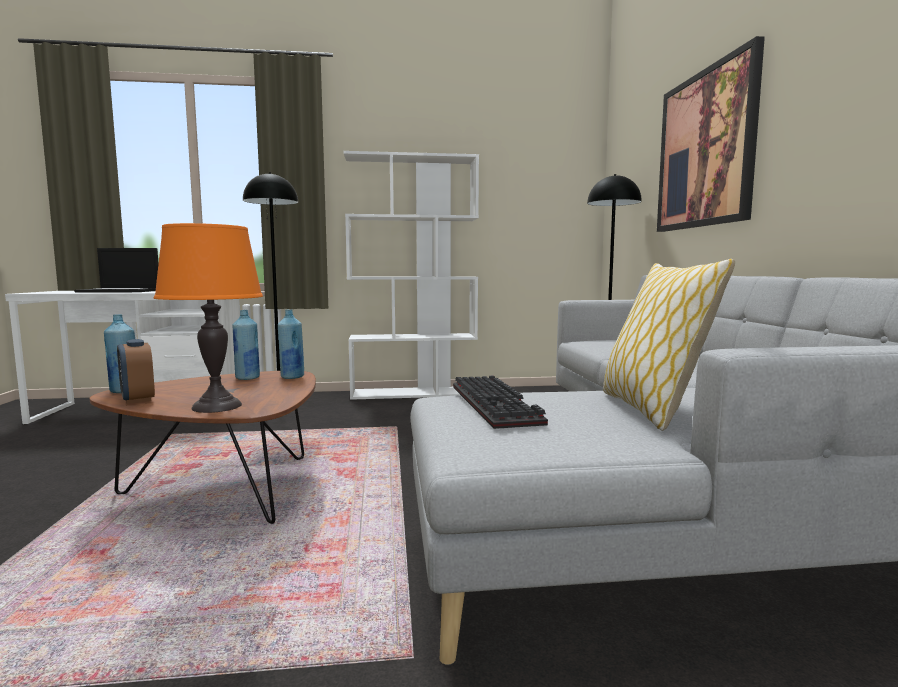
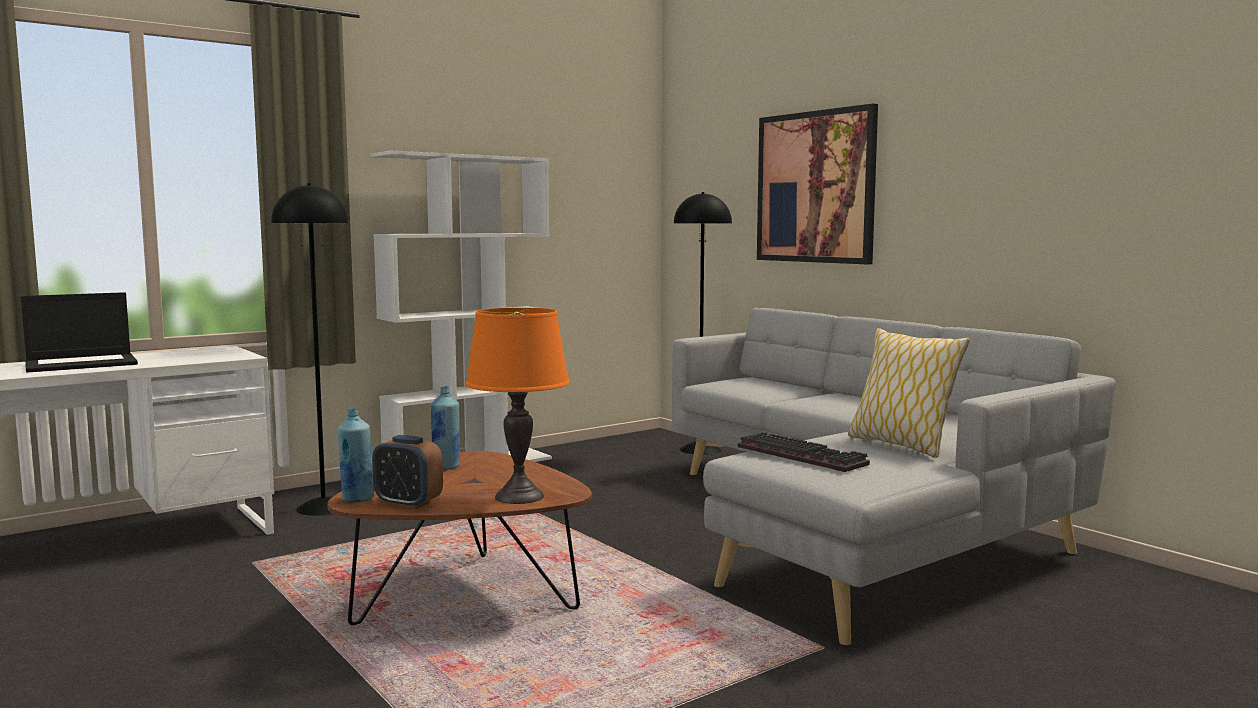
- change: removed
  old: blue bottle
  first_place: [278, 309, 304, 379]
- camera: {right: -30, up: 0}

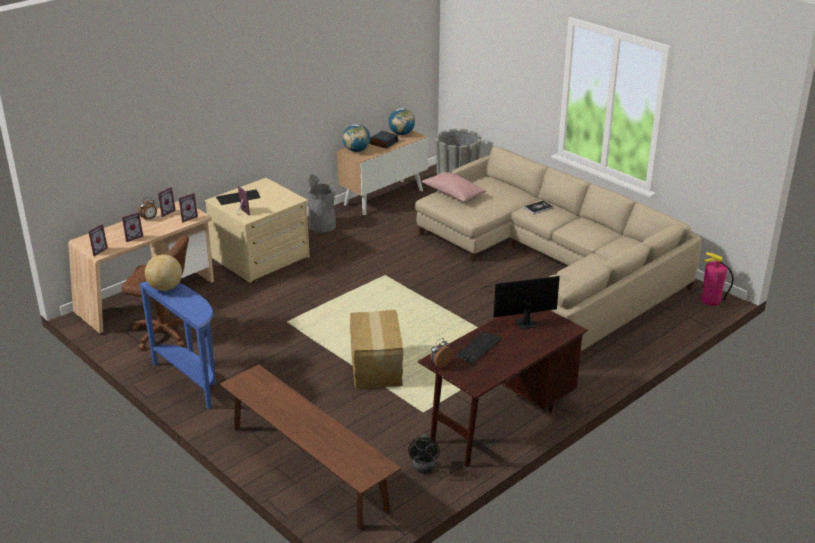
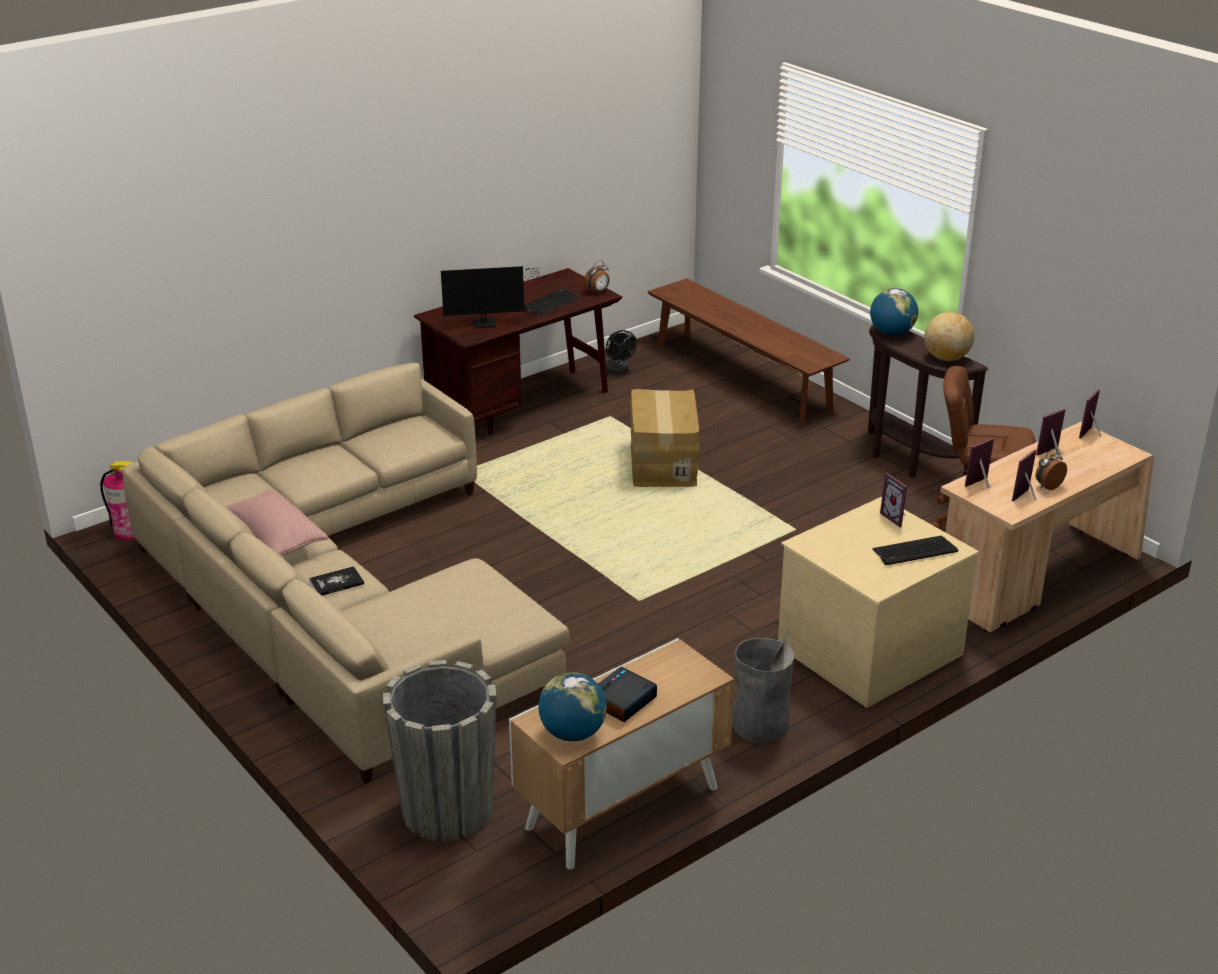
- change: moved
  old: globe
  first_place: [343, 124, 370, 152]
  second_place: [870, 288, 918, 336]
- change: moved
  old: pink pillow
  first_place: [422, 171, 487, 202]
  second_place: [225, 489, 329, 556]
- change: recoloured
  old: blue console table
  new: brown console table
  first_place: [139, 281, 216, 409]
  second_place: [868, 325, 988, 478]
- change: turned
  old: black fan
  first_place: [408, 434, 440, 473]
  second_place: [606, 330, 637, 375]
  degrees: 150
- camera: {right: -175, up: 0}

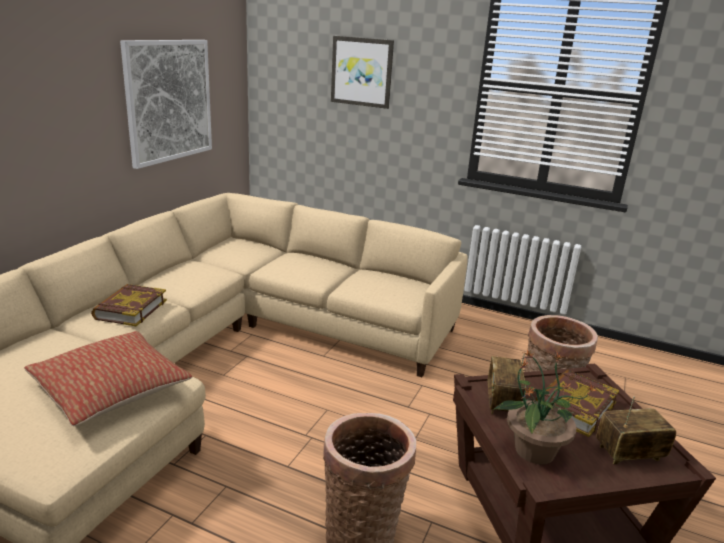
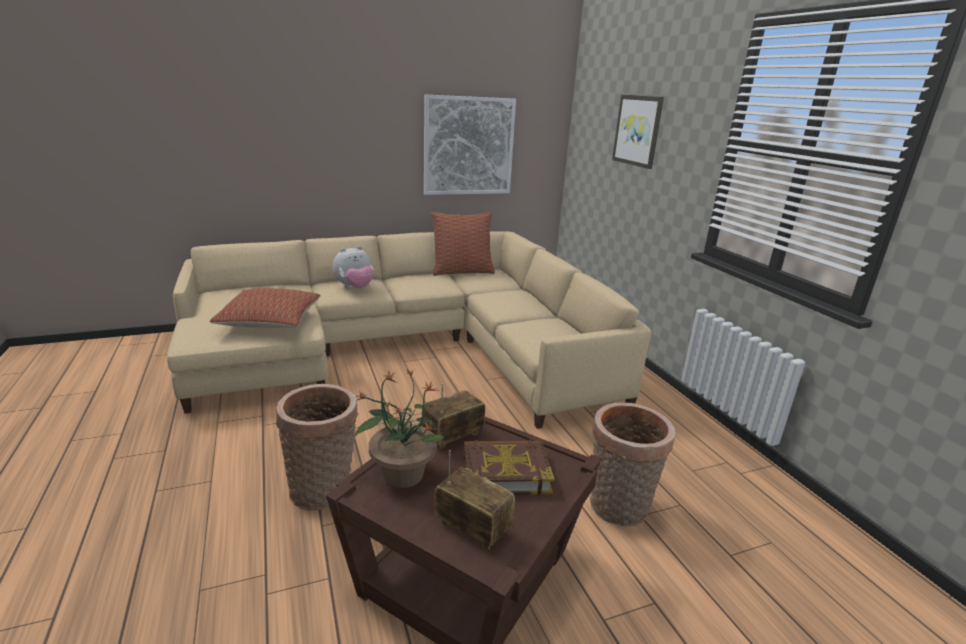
- change: added
  new: pillow
  second_place: [431, 212, 495, 276]
- change: replaced
  old: book
  new: plush toy
  first_place: [91, 284, 167, 326]
  second_place: [333, 246, 374, 288]
- camera: {right: 45, up: 0}

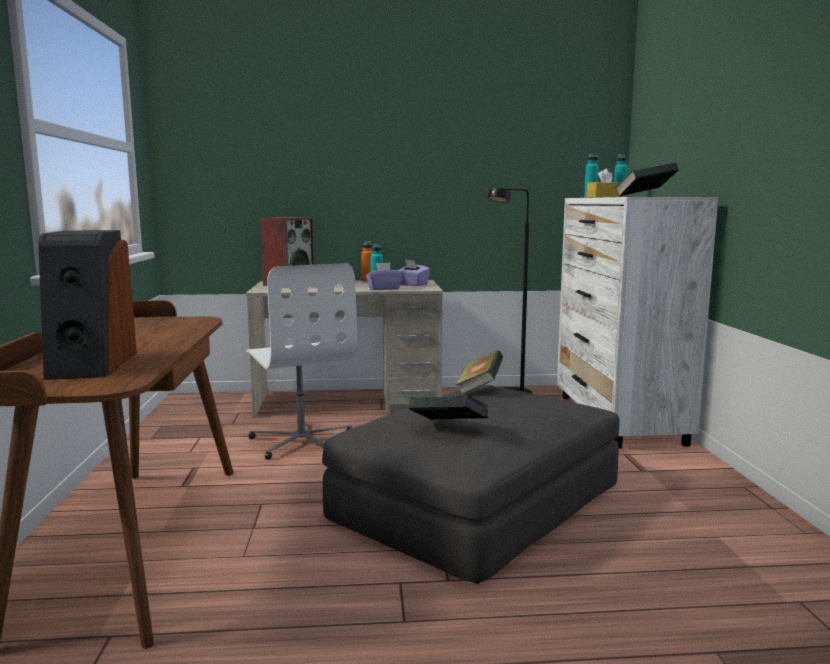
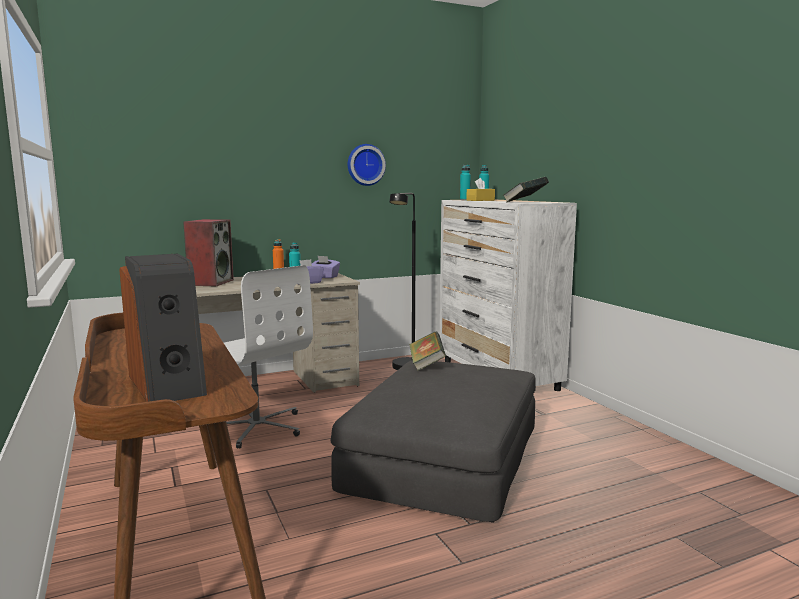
- change: removed
  old: book
  first_place: [409, 396, 489, 420]
- change: added
  new: wall clock
  second_place: [348, 144, 386, 186]
- camera: {right: -20, up: 0}

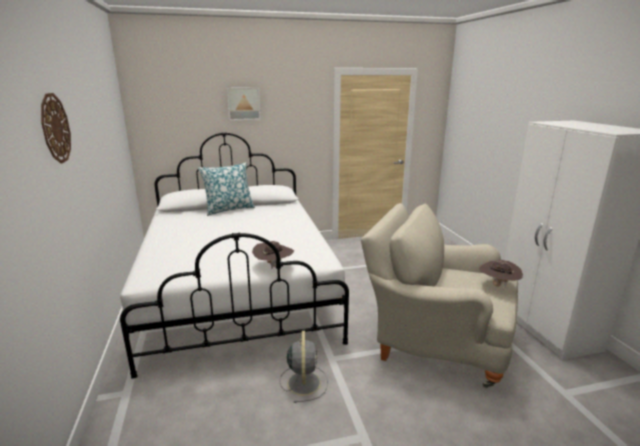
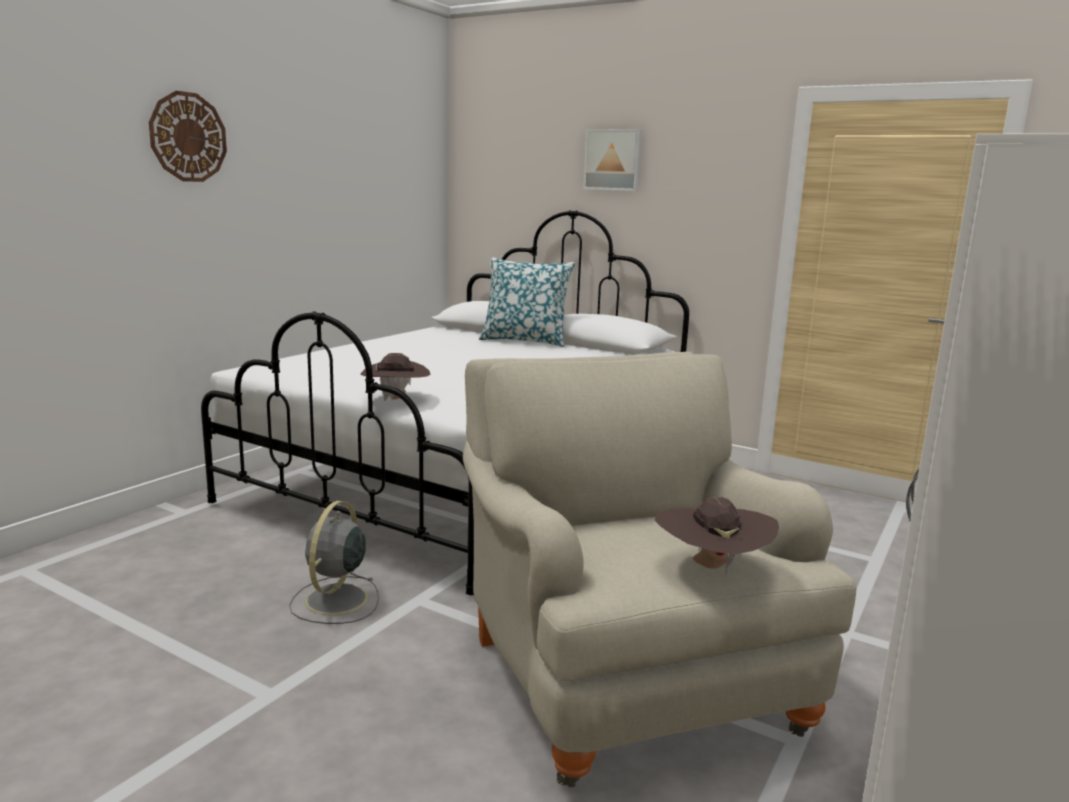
- change: turned
  old: grey fan
  first_place: [280, 331, 328, 403]
  second_place: [289, 501, 379, 624]
  degrees: 150
- camera: {right: 45, up: -5}

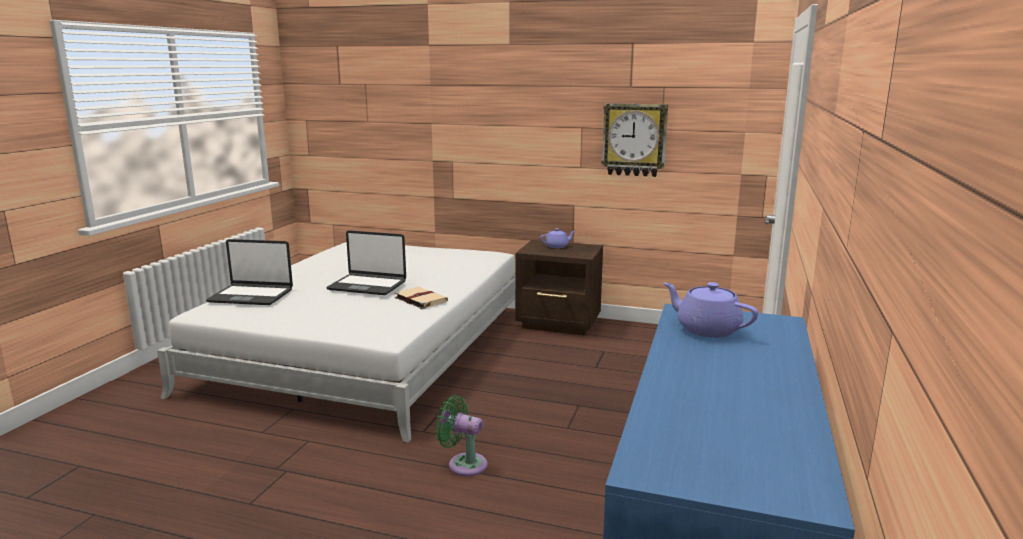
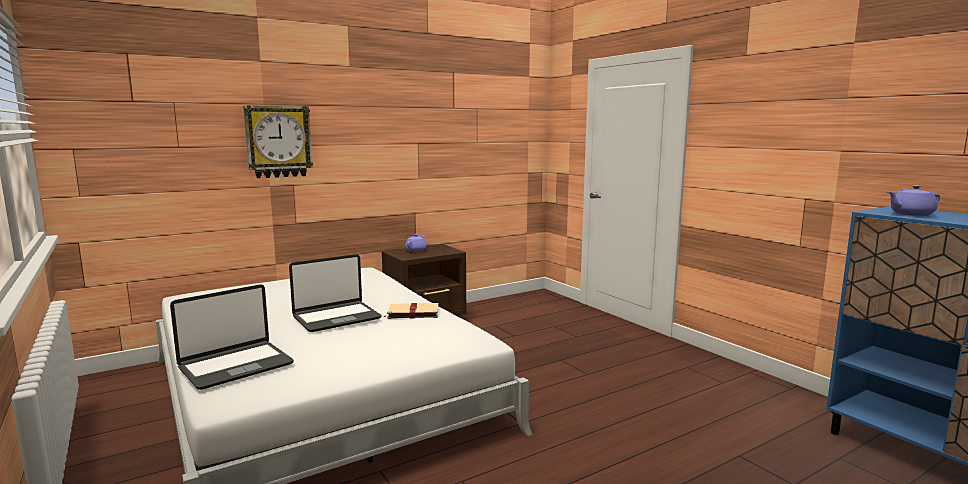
- change: removed
  old: green fan
  first_place: [435, 395, 487, 476]
- change: moved
  old: wall clock
  first_place: [601, 103, 668, 177]
  second_place: [243, 105, 313, 178]
- camera: {right: -50, up: -5}

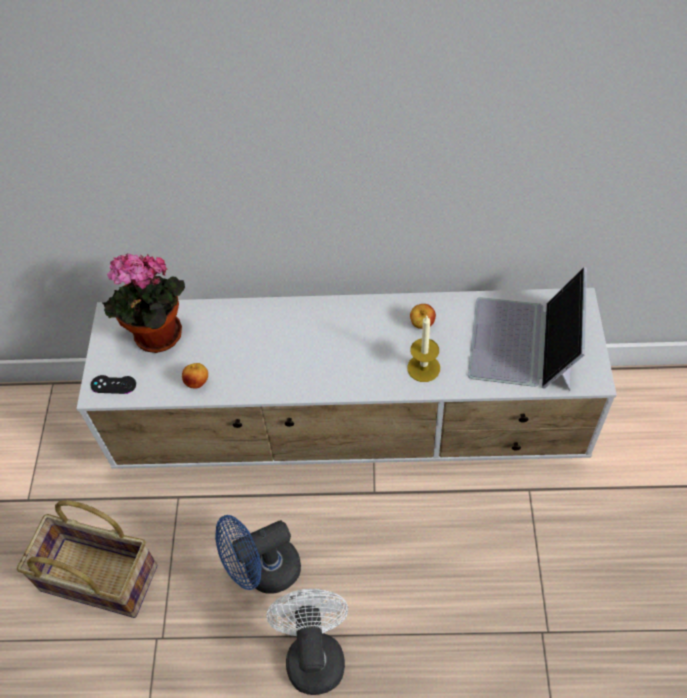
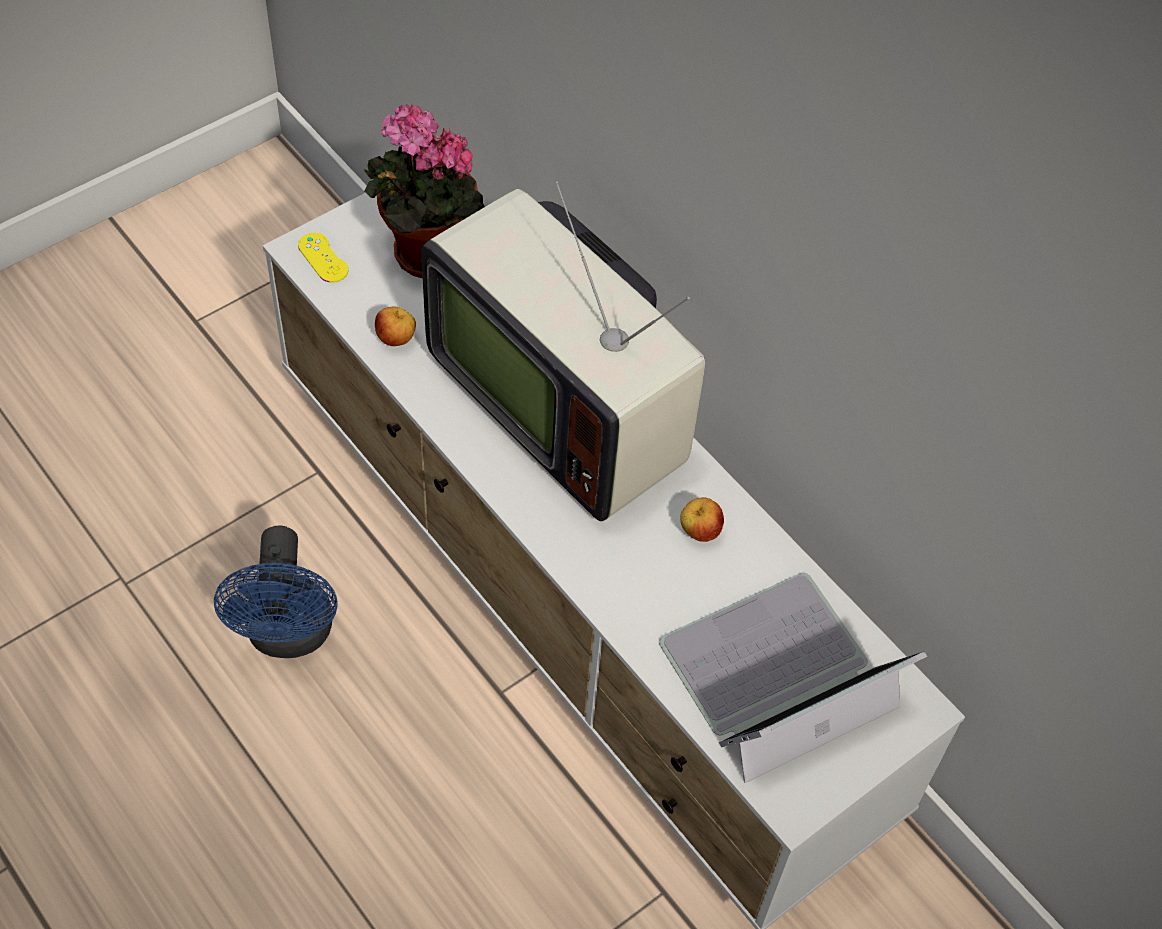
- change: removed
  old: basket
  first_place: [17, 500, 157, 618]
- change: removed
  old: white fan
  first_place: [267, 589, 348, 695]
- change: removed
  old: candle
  first_place: [407, 316, 440, 382]
- change: added
  new: television
  second_place: [422, 181, 705, 521]
- change: recoloured
  old: black game controller
  new: yellow game controller
  first_place: [90, 375, 136, 394]
  second_place: [298, 233, 348, 283]
- change: turned
  old: blue fan
  first_place: [215, 515, 301, 594]
  second_place: [214, 525, 338, 658]
  degrees: -120
- camera: {right: 45, up: 0}

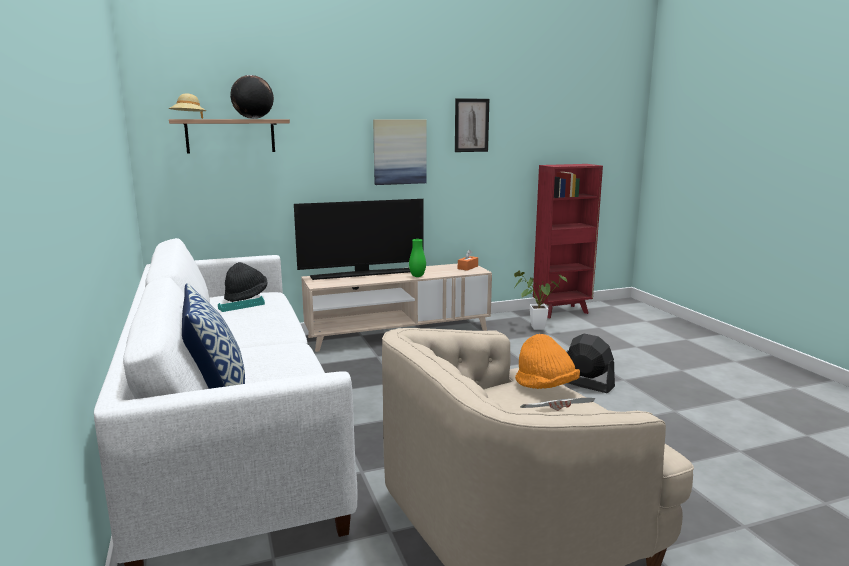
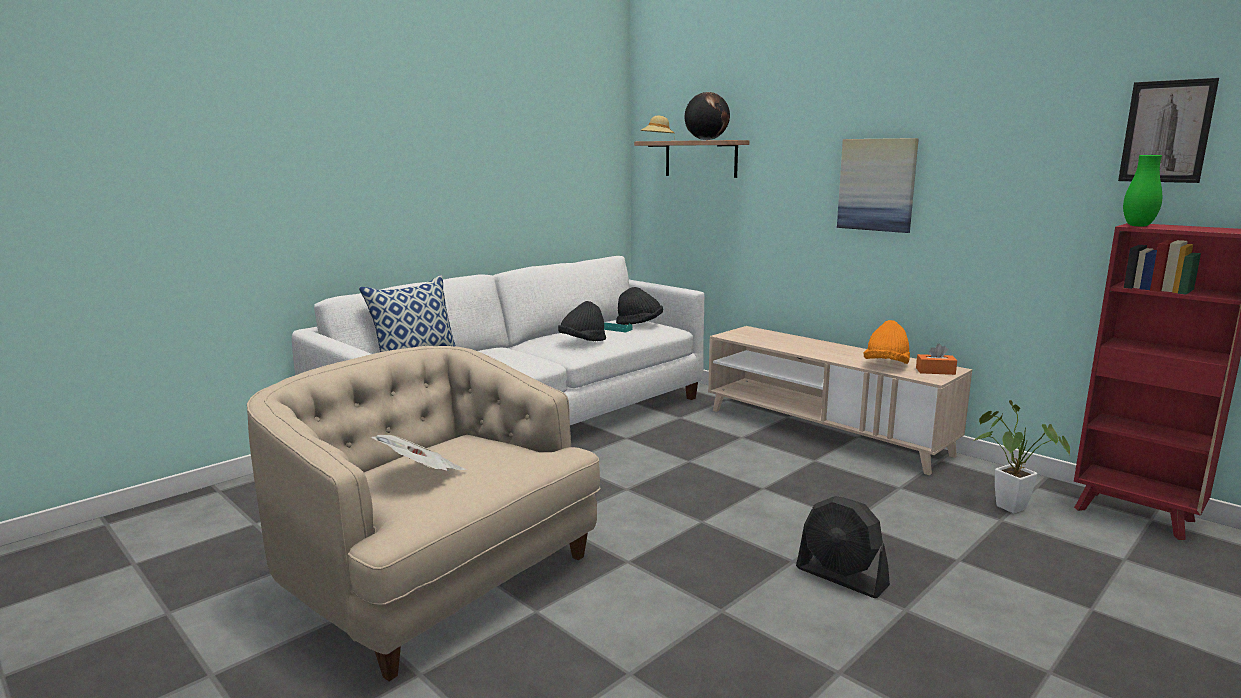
- change: removed
  old: television
  first_place: [294, 199, 424, 280]
- change: added
  new: black hat
  second_place: [558, 301, 606, 341]
- change: moved
  old: green vase
  first_place: [409, 239, 426, 277]
  second_place: [1123, 155, 1162, 226]
- change: moved
  old: picture
  first_place: [455, 98, 489, 152]
  second_place: [1118, 78, 1219, 183]
- change: moved
  old: orange hat
  first_place: [515, 334, 580, 389]
  second_place: [864, 320, 910, 364]
- change: turned
  old: black fan
  first_place: [566, 334, 615, 393]
  second_place: [796, 496, 890, 598]
  degrees: 120
- camera: {right: 65, up: 0}

